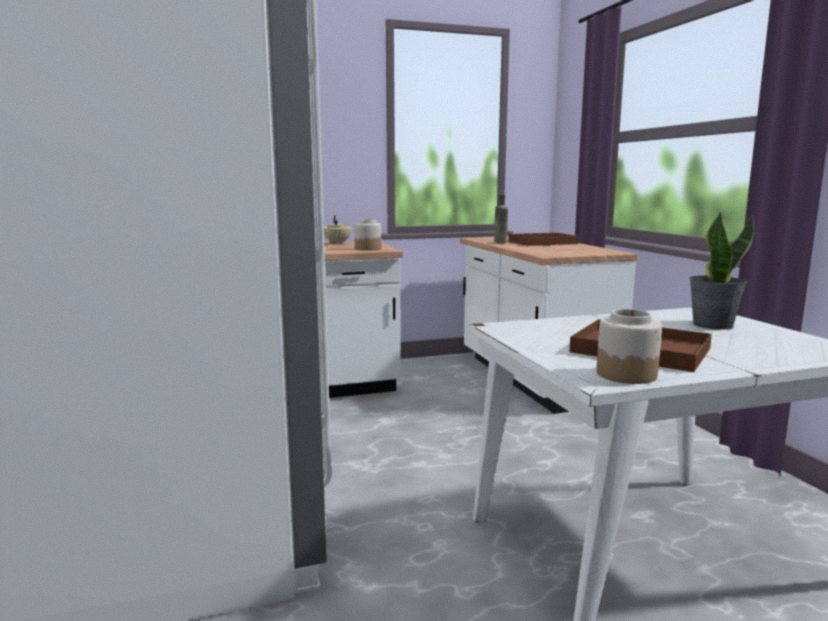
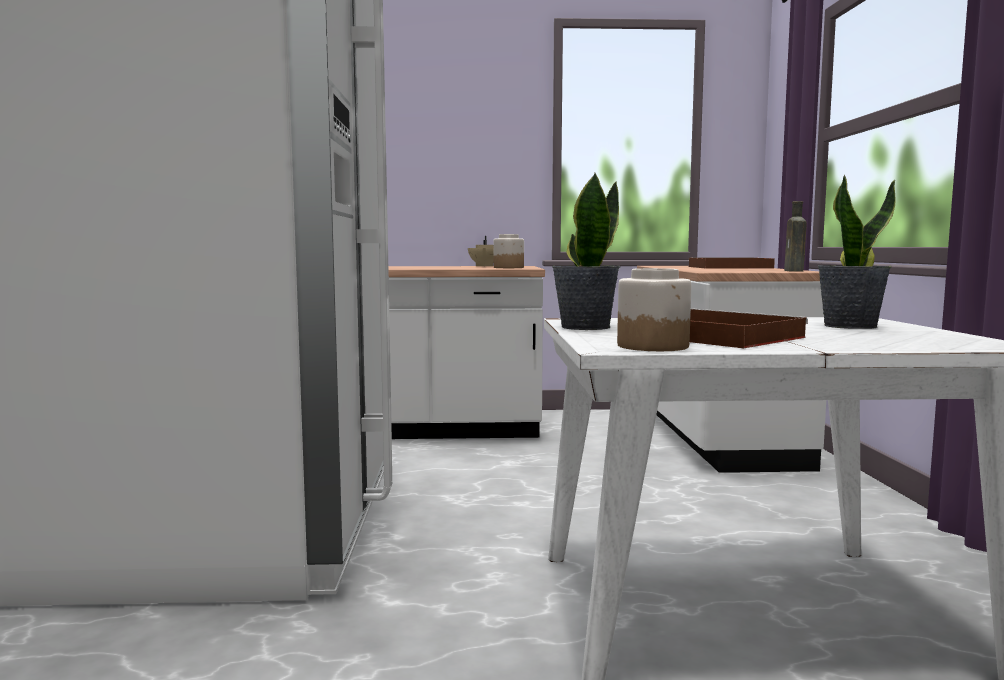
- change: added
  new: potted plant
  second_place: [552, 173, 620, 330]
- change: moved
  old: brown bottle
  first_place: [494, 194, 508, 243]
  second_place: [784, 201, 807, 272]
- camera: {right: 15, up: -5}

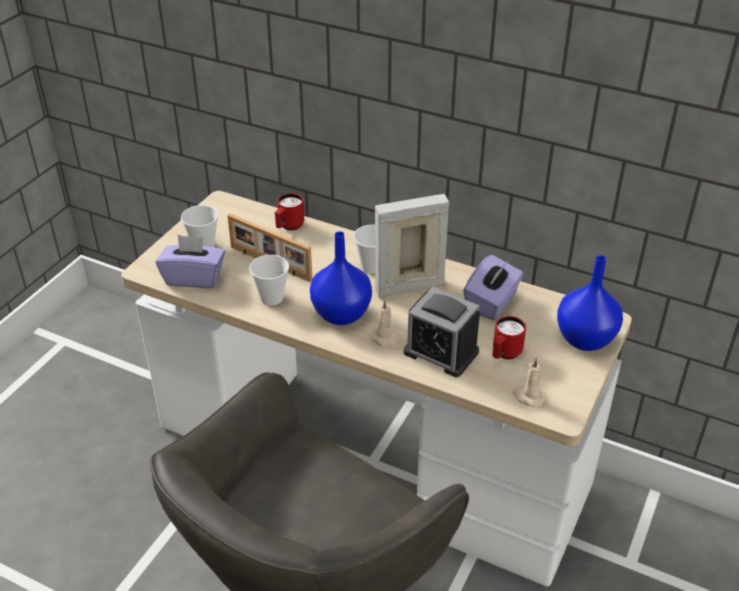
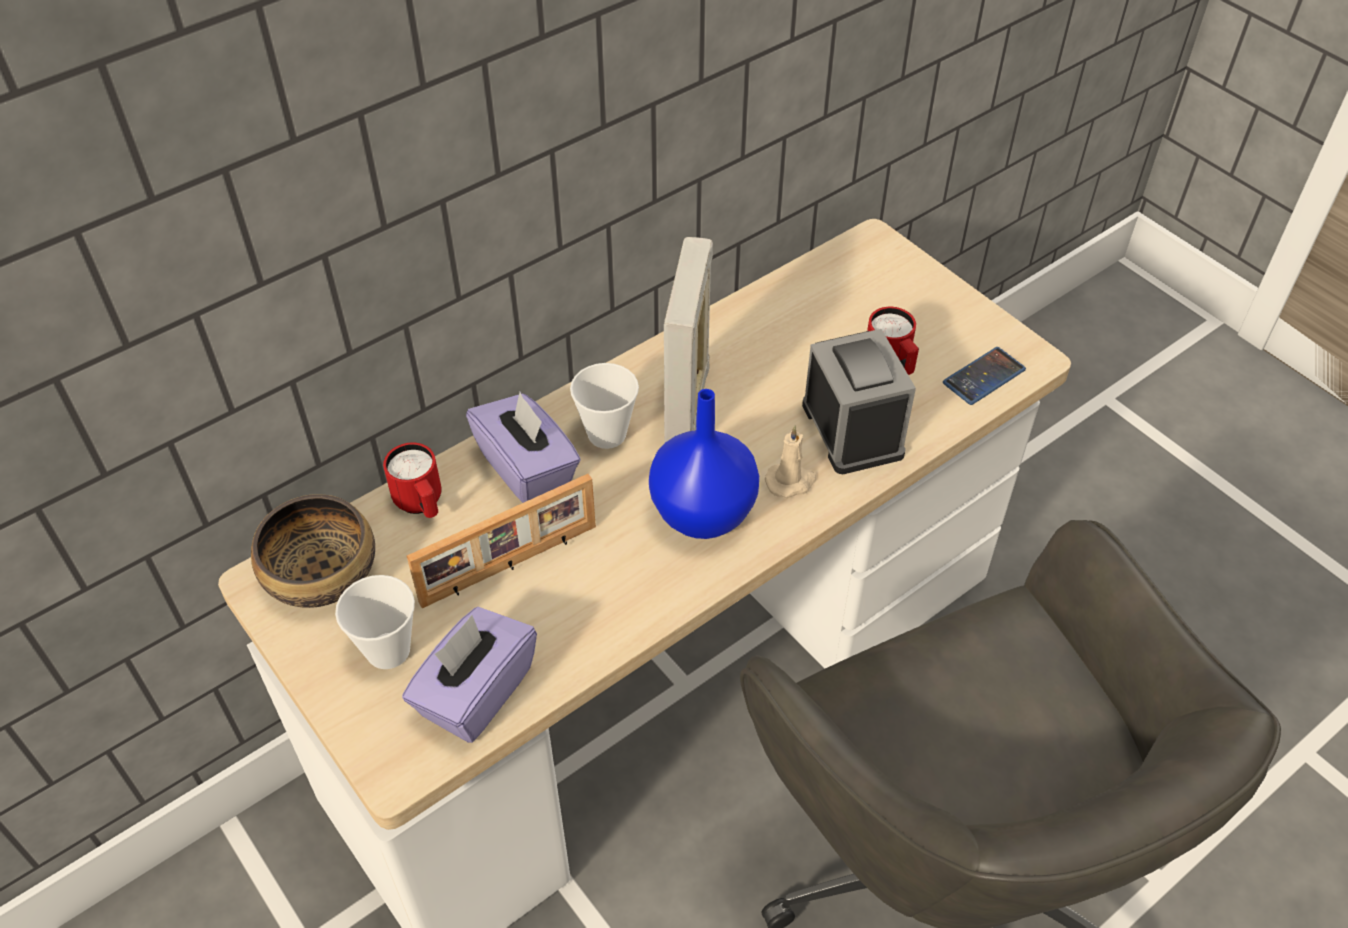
- change: removed
  old: cup
  first_place: [249, 255, 289, 306]
- change: removed
  old: blue vase
  first_place: [557, 255, 623, 351]
- change: added
  new: bowl
  second_place: [251, 494, 375, 608]
- change: moved
  old: purple tissue box
  first_place: [463, 255, 524, 320]
  second_place: [466, 392, 581, 503]
- change: replaced
  old: beige candle
  new: phone
  first_place: [513, 358, 546, 407]
  second_place: [943, 347, 1026, 405]
- change: turned
  old: alarm clock
  first_place: [404, 287, 480, 377]
  second_place: [802, 329, 916, 474]
  degrees: -75
- camera: {right: -65, up: 10}

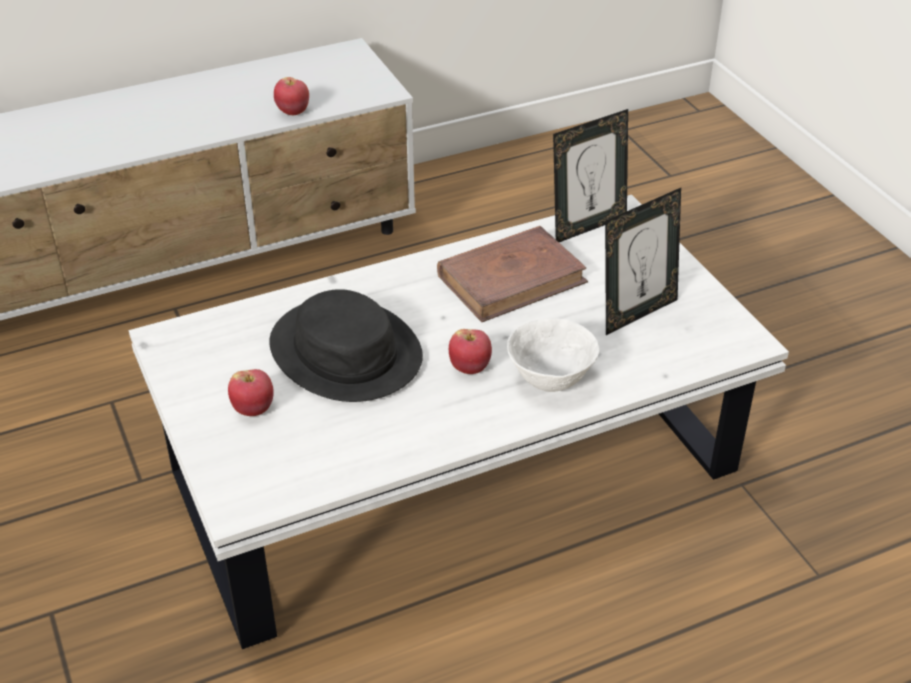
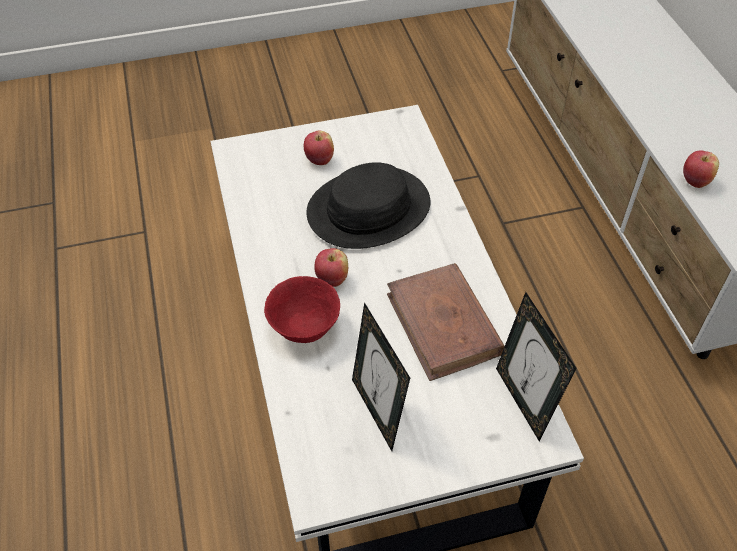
- change: recoloured
  old: white bowl
  new: red bowl
  first_place: [507, 318, 599, 392]
  second_place: [264, 276, 340, 343]
- camera: {right: 100, up: 10}

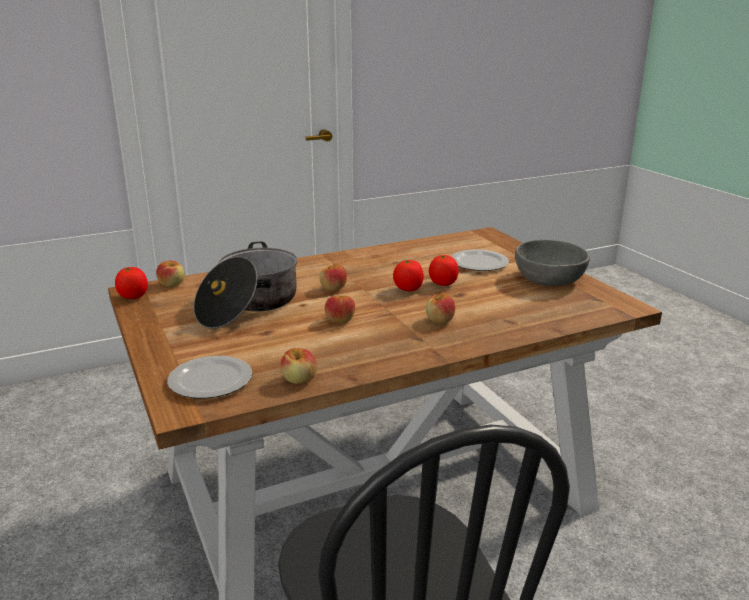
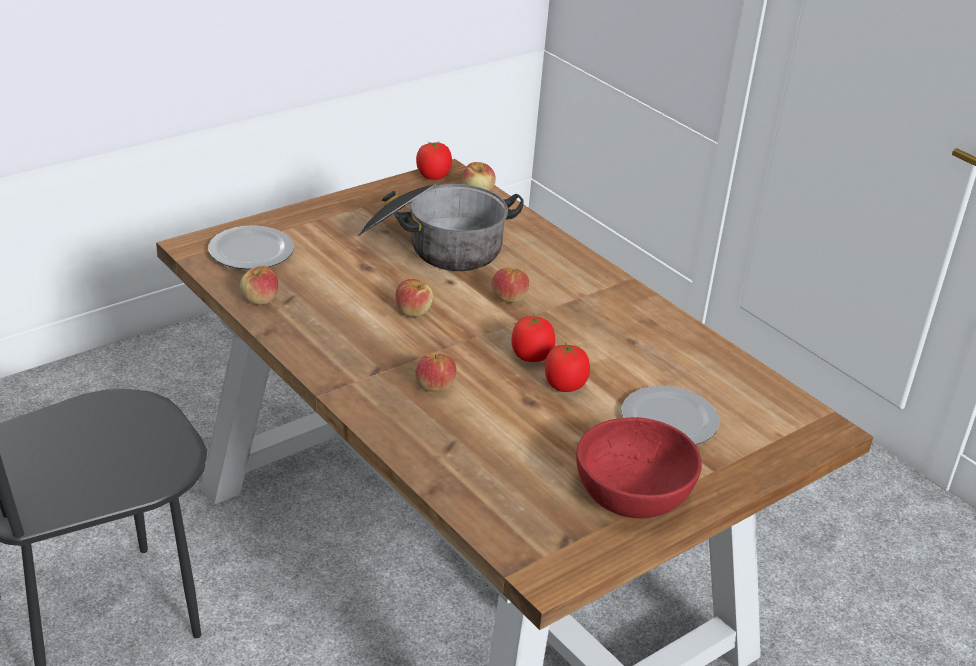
- change: recoloured
  old: grey bowl
  new: red bowl
  first_place: [515, 240, 590, 286]
  second_place: [576, 417, 702, 518]
- camera: {right: 75, up: 10}

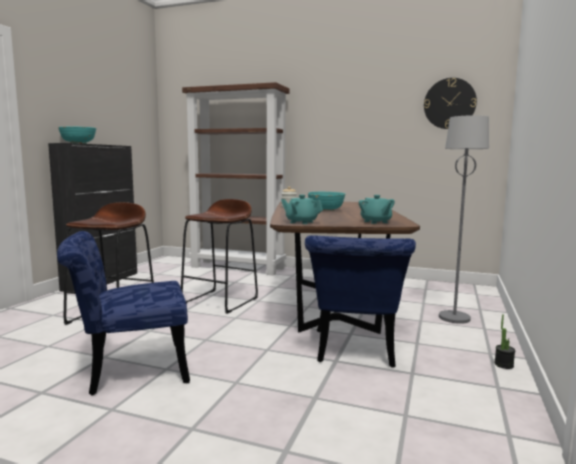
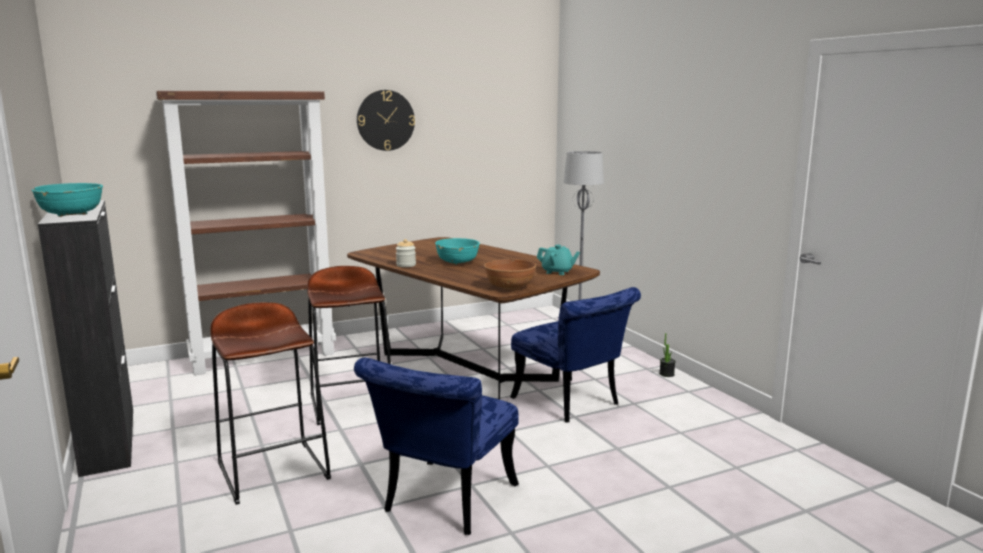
- change: moved
  old: wall clock
  first_place: [424, 78, 477, 129]
  second_place: [357, 90, 415, 151]
- change: replaced
  old: turquoise teapot
  new: brown bowl
  first_place: [281, 195, 323, 224]
  second_place: [484, 259, 536, 290]
- camera: {right: -45, up: 5}

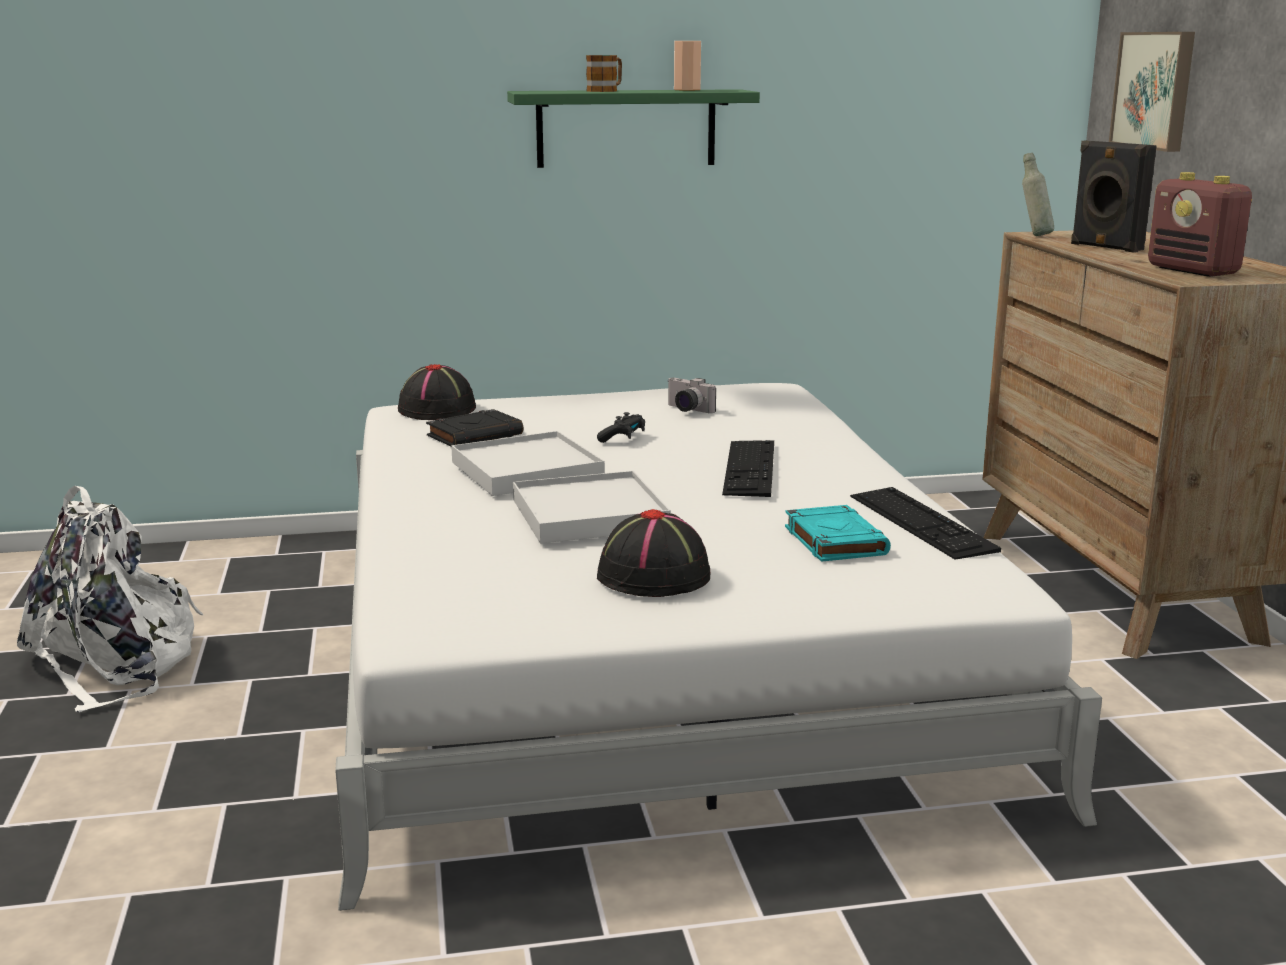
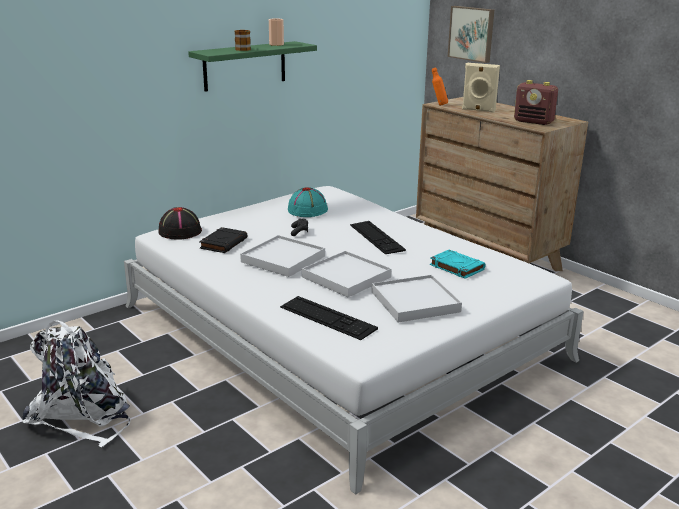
- change: moved
  old: keyboard
  first_place: [850, 487, 1001, 560]
  second_place: [280, 296, 378, 340]
- change: replaced
  old: black hat
  new: white tray
  first_place: [597, 509, 711, 597]
  second_place: [372, 275, 462, 322]
- change: replaced
  old: photo camera
  new: turquoise hat
  first_place: [667, 378, 716, 413]
  second_place: [288, 187, 328, 217]
- change: recoloured
  old: grey bottle
  new: orange bottle
  first_place: [1022, 153, 1054, 236]
  second_place: [432, 67, 448, 106]
- change: recoloured
  old: black speaker
  new: beige speaker
  first_place: [1071, 140, 1157, 253]
  second_place: [462, 63, 500, 113]
- camera: {right: -30, up: 5}

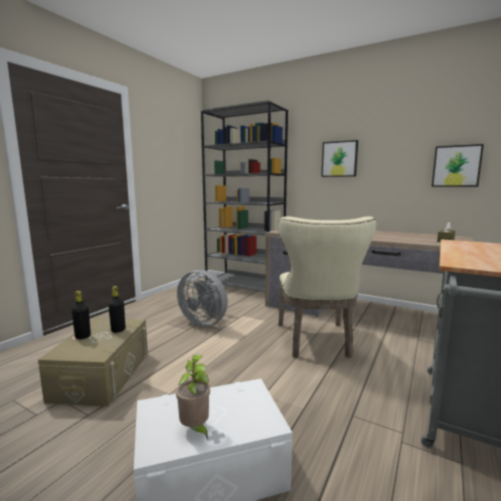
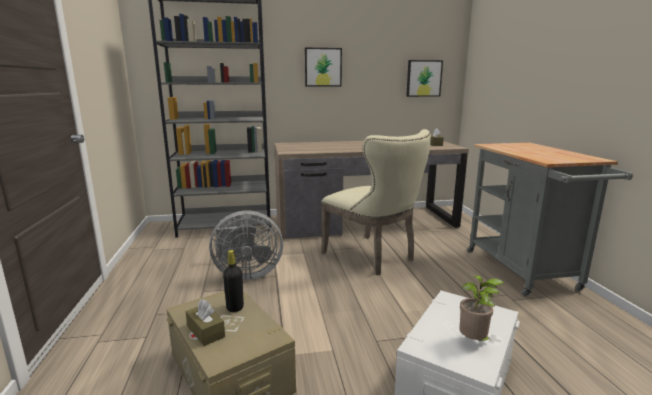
- change: replaced
  old: black bottle
  new: brown tissue box
  first_place: [71, 291, 91, 339]
  second_place: [186, 299, 225, 346]
- camera: {right: -40, up: 5}

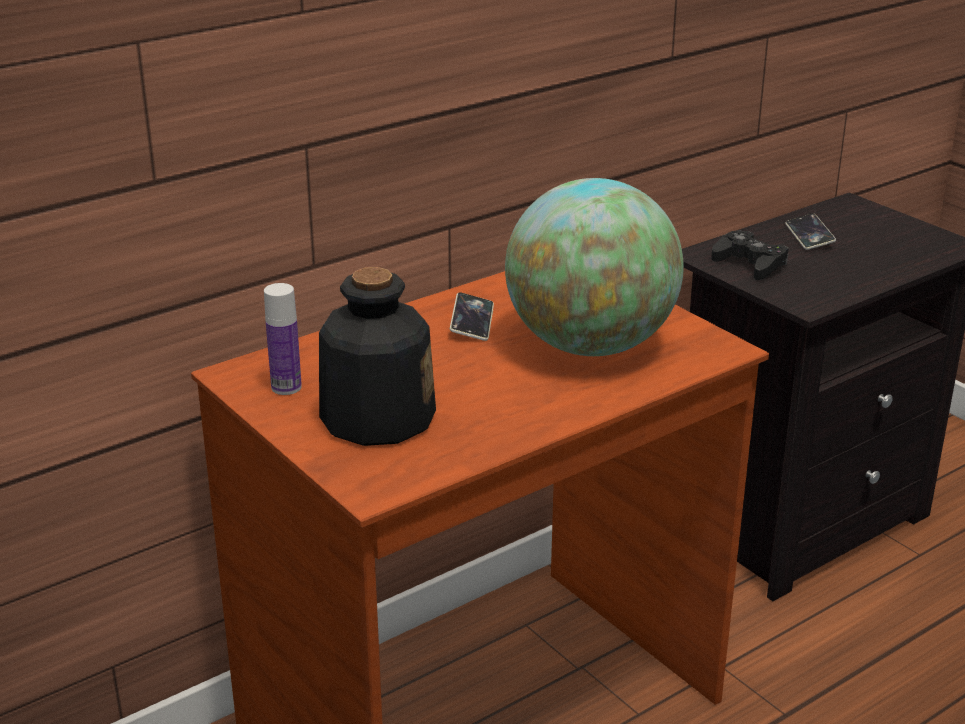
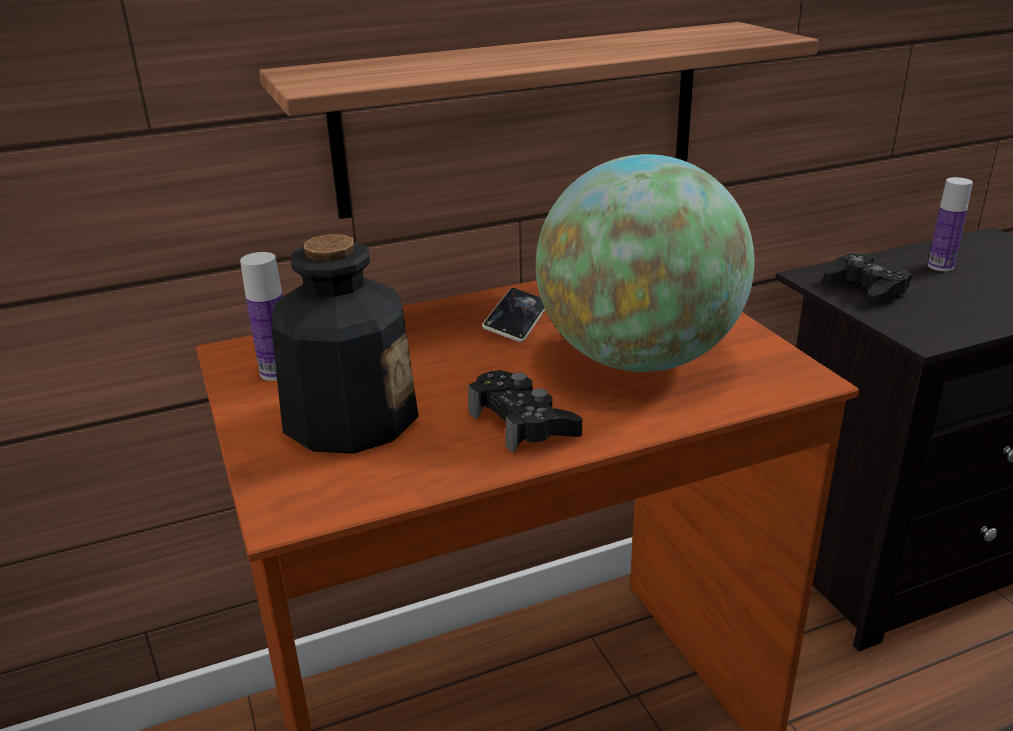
- change: added
  new: shelf
  second_place: [259, 22, 818, 219]
- change: added
  new: black game controller
  second_place: [468, 370, 582, 453]
- change: replaced
  old: phone
  new: bottle
  first_place: [786, 214, 836, 250]
  second_place: [928, 177, 973, 271]
- camera: {right: 15, up: 0}

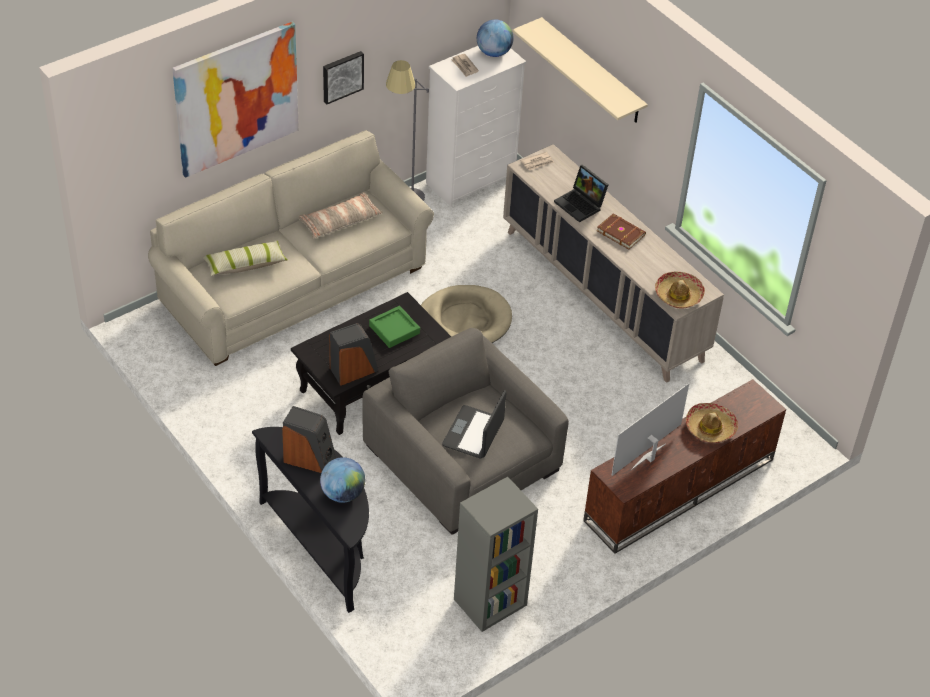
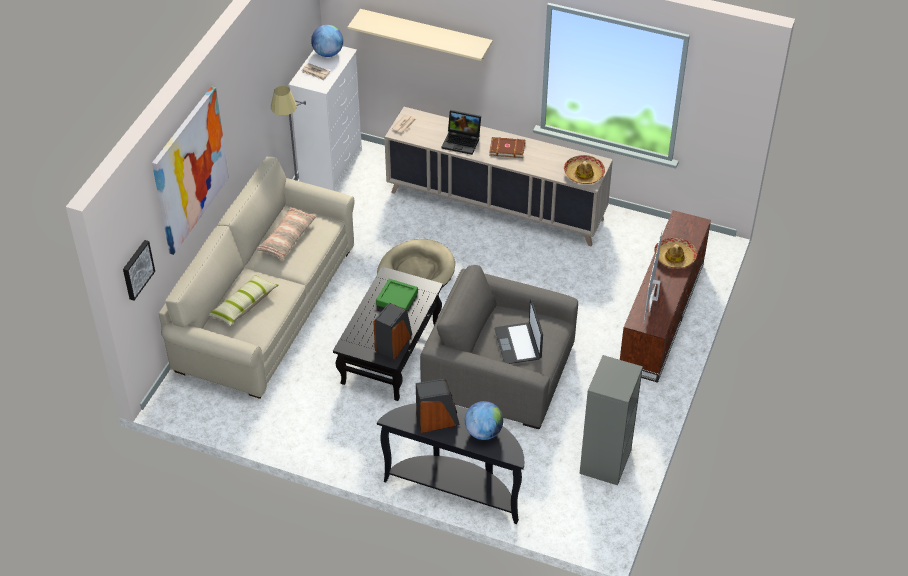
- change: moved
  old: picture
  first_place: [323, 51, 364, 104]
  second_place: [123, 240, 155, 301]
- camera: {right: -30, up: 0}

